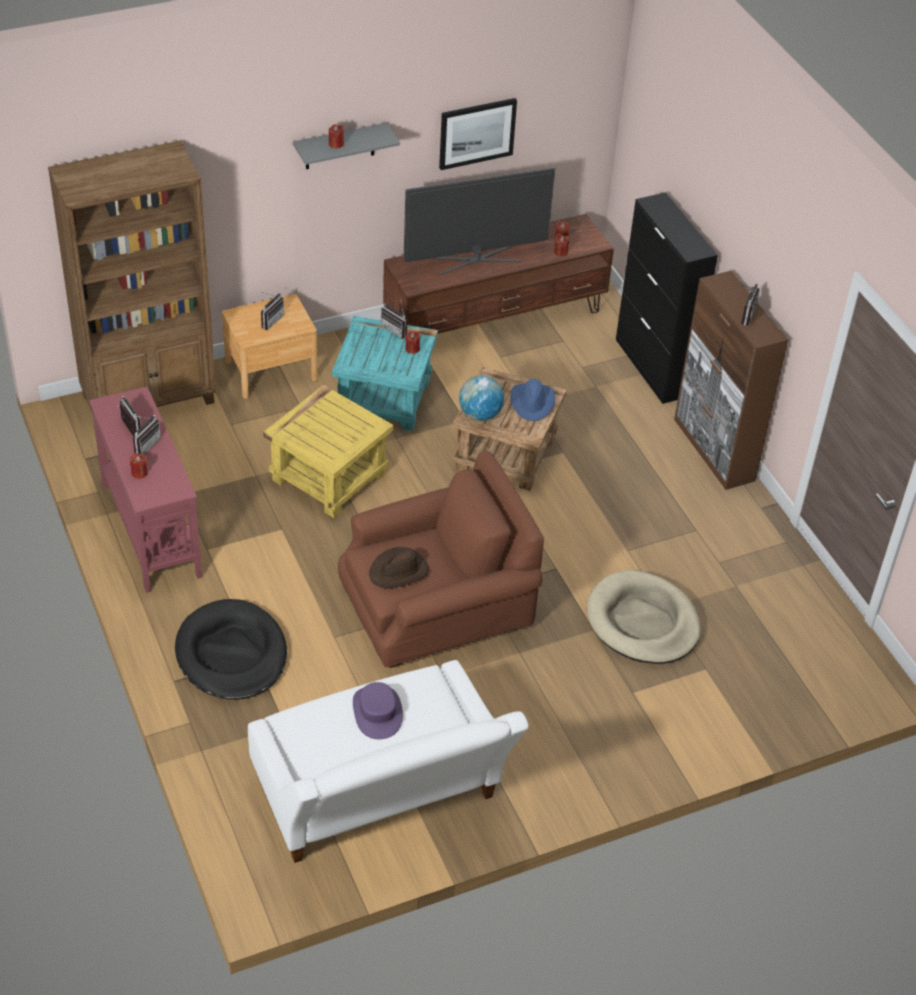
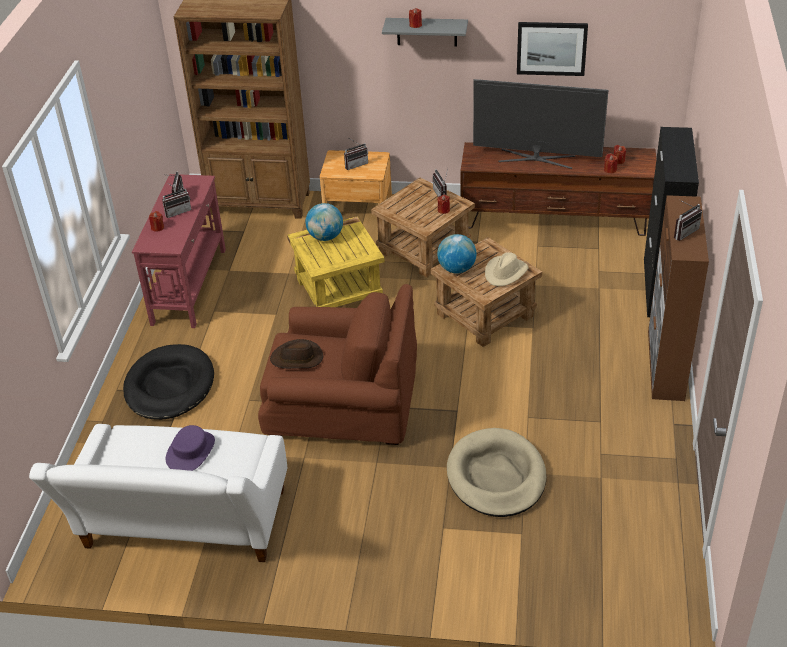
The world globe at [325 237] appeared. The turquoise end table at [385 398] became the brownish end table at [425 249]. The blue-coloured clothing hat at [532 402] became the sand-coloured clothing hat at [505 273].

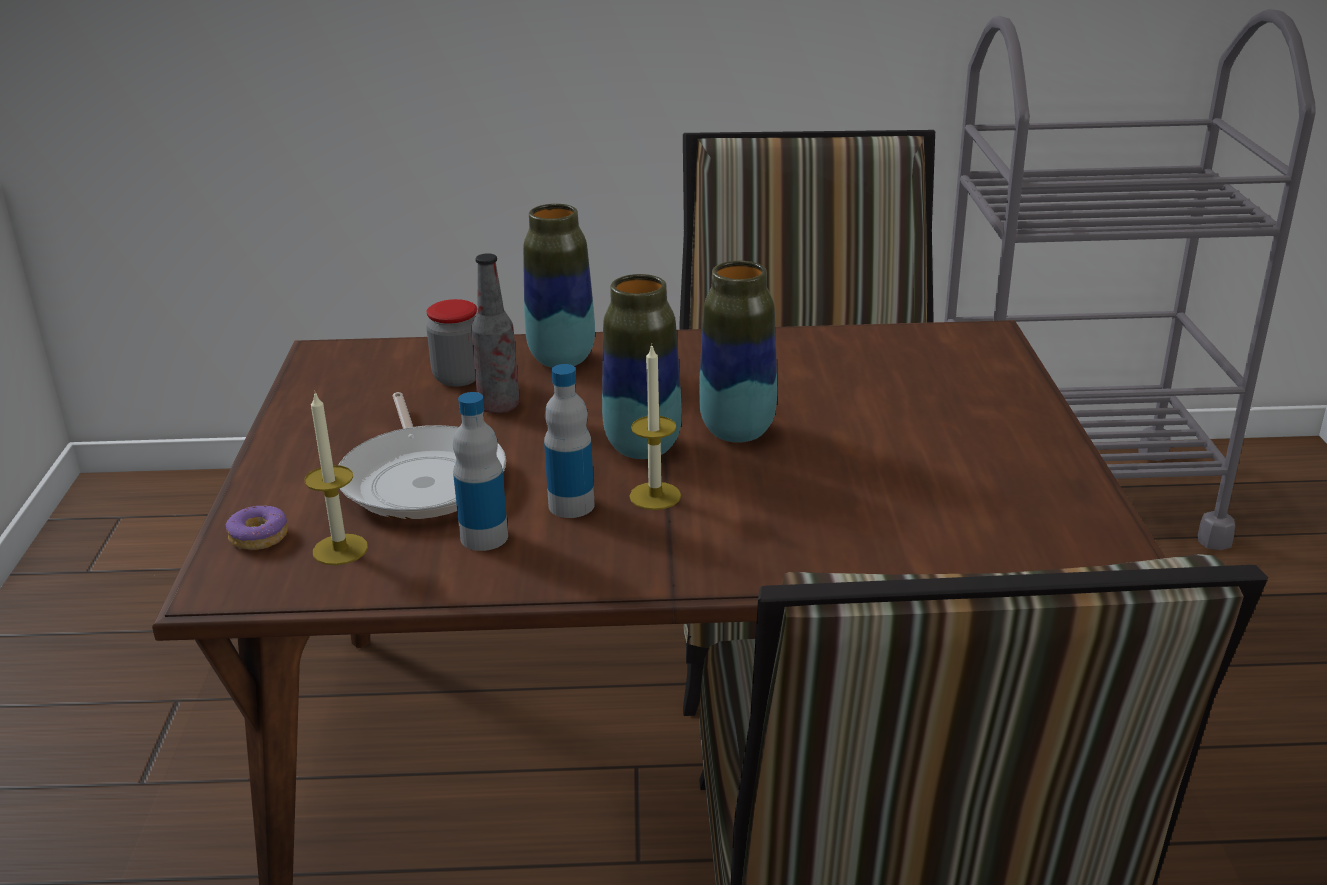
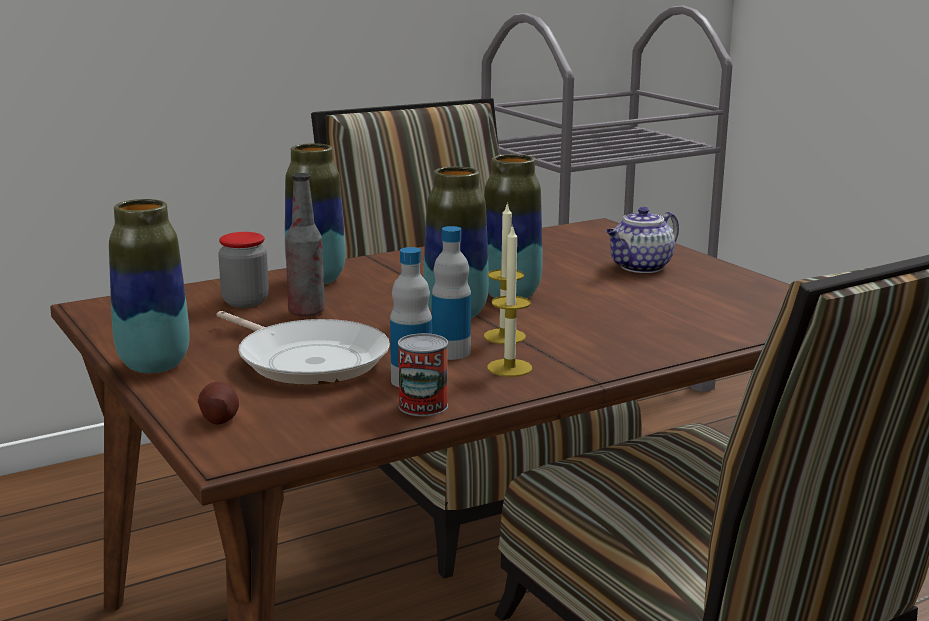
The vase at [154 365] appeared. The can at [423 406] appeared. The pot for tea at [640 267] appeared. The candle moved from [340 549] to [509 368]. The doughnut at [259 537] was replaced by the potato at [219 417].

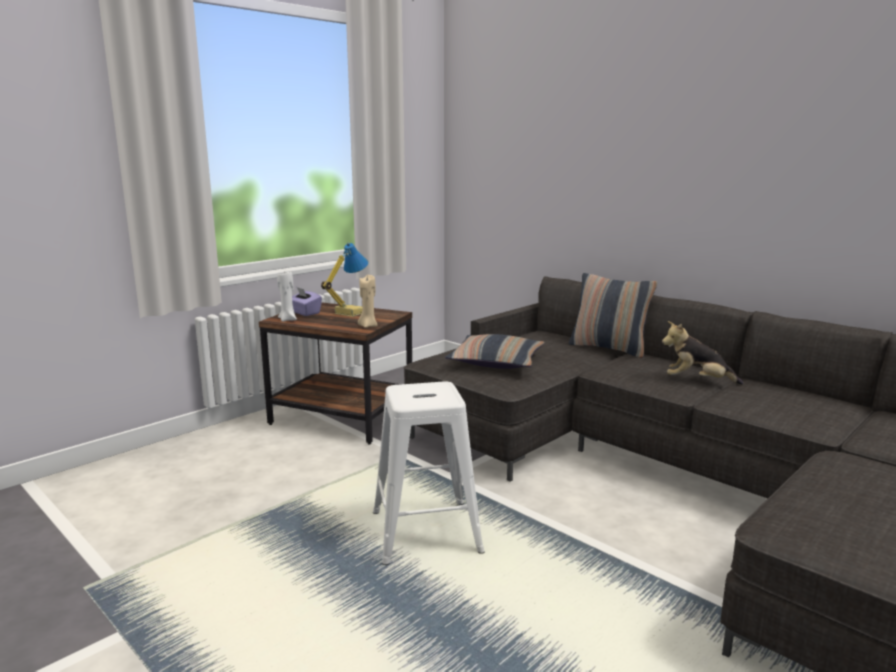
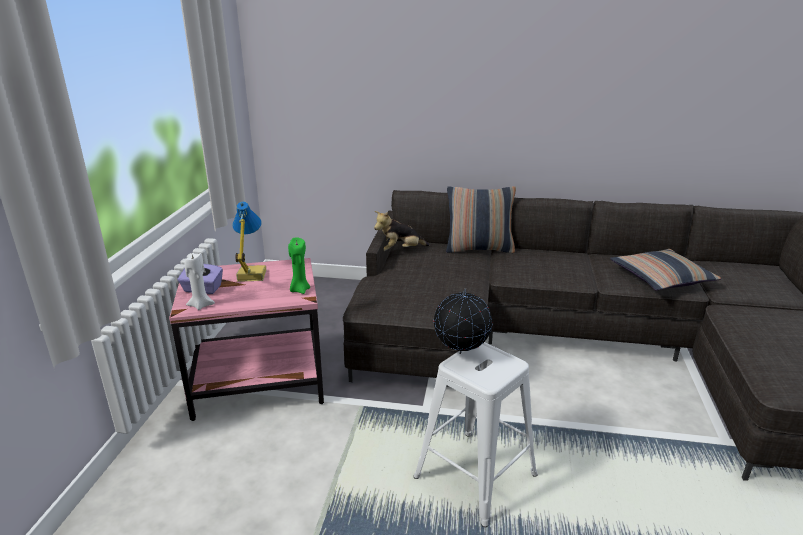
The world globe at [461 353] appeared. The cushion moved from [496 362] to [661 278]. The plush toy moved from [697 381] to [400 251]. The brownish end table at [343 417] became the pink end table at [259 382]. The sand-coloured candle at [368 326] became the green-coloured candle at [299 290].

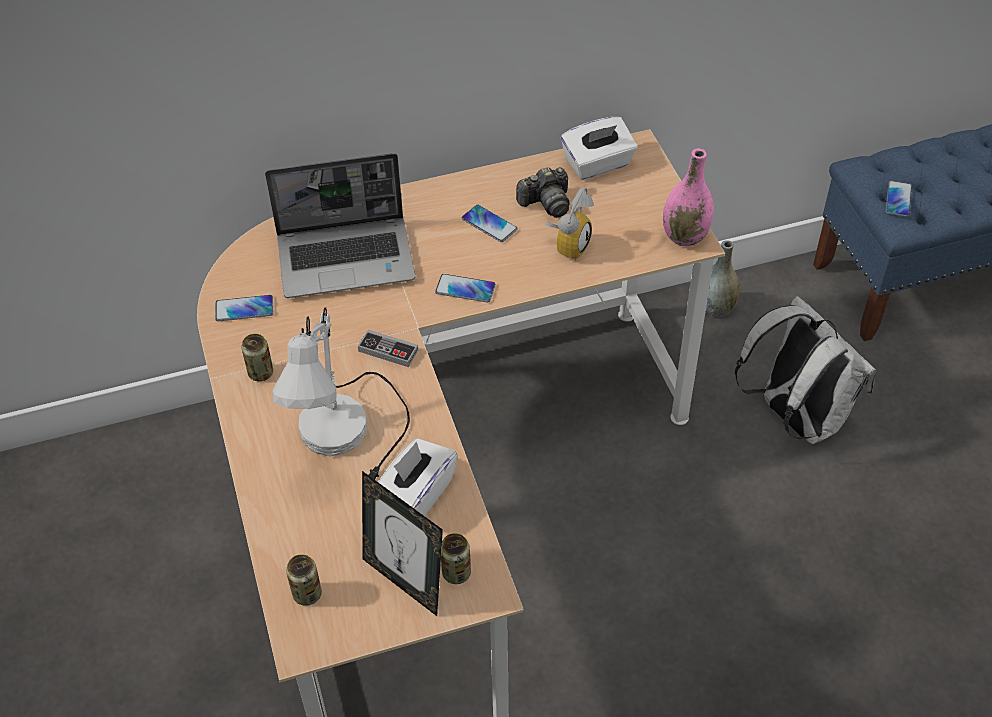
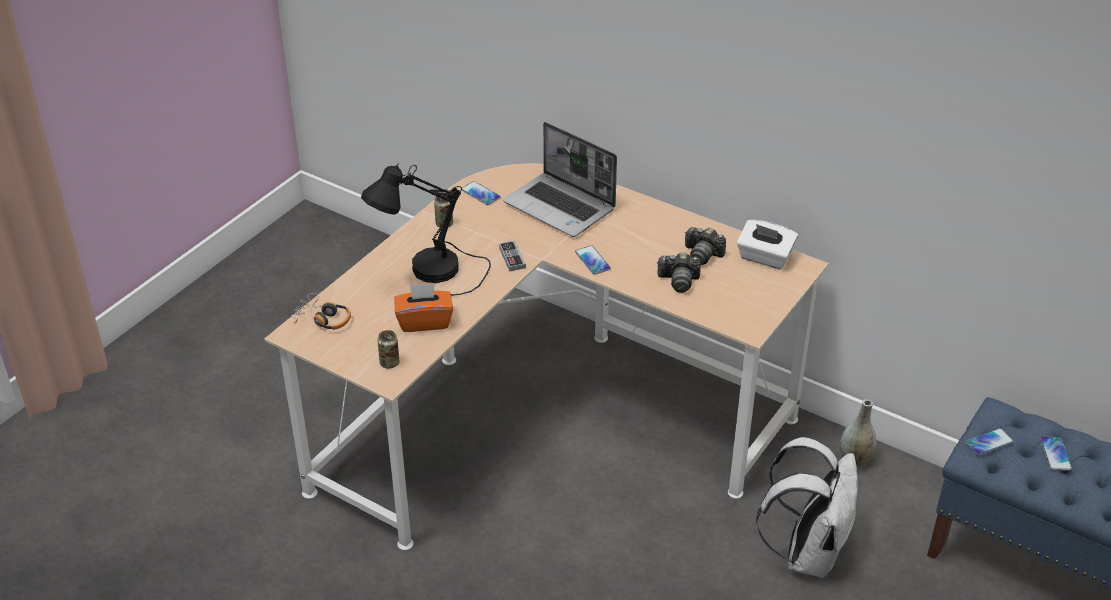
The picture frame at [405 581] disappeared. The pink vase at [685 237] disappeared. The telephone moved from [489 224] to [1055 454]. The can at [307 594] was replaced by the headset at [322 319]. The alarm clock at [568 245] was replaced by the still camera at [678 281]. The white-coloured lamp for a table at [351 441] became the blackish lamp for a table at [435 279]. The white-coloured tissue box at [416 495] became the orange tissue box at [424 321].

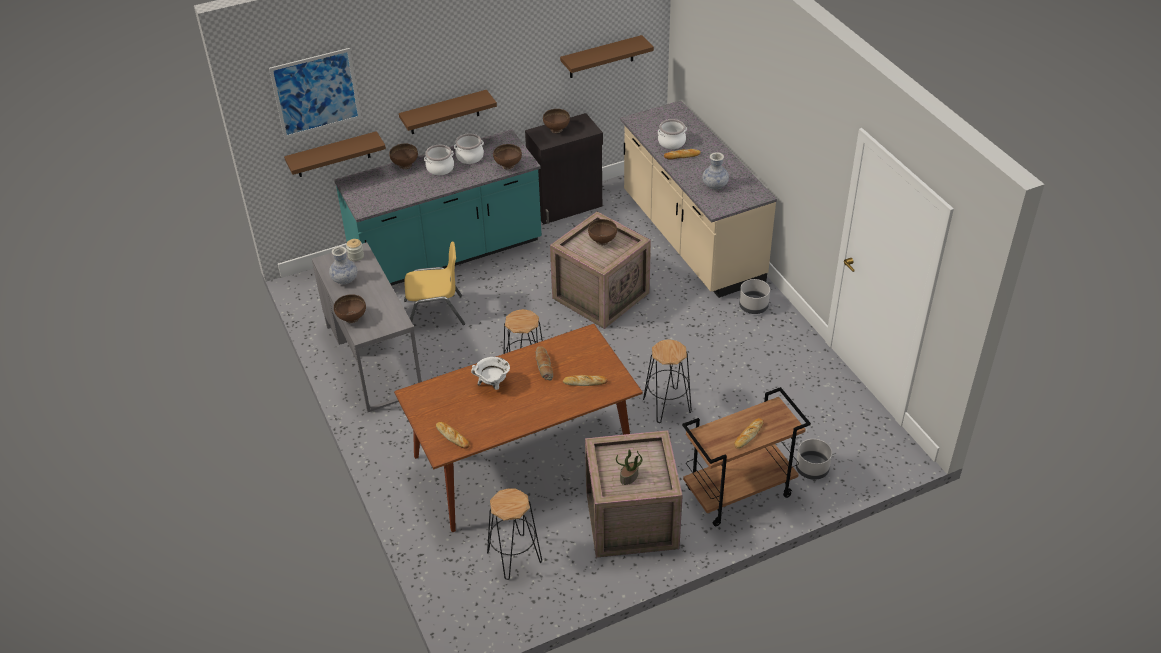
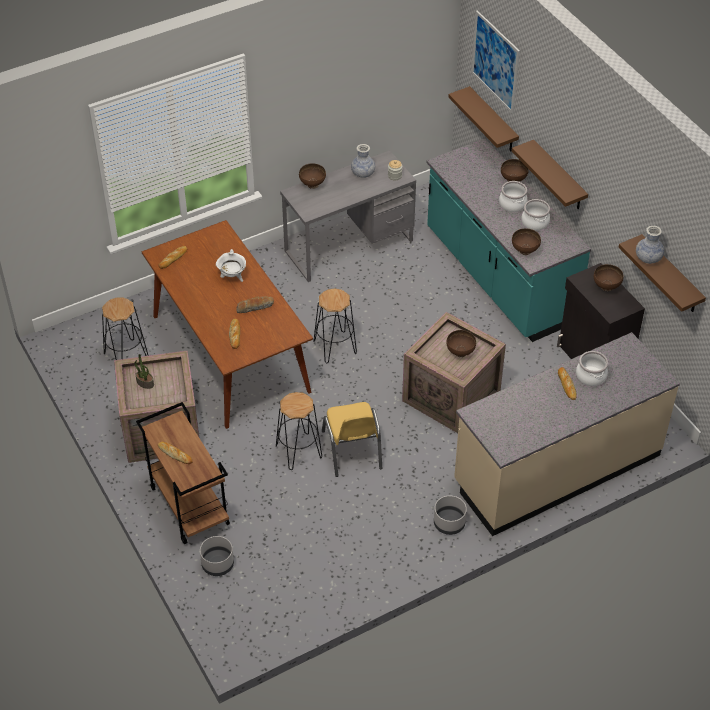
The yellow-coloured upright chair moved from [434 313] to [352 450]. The vase moved from [715 185] to [648 258].

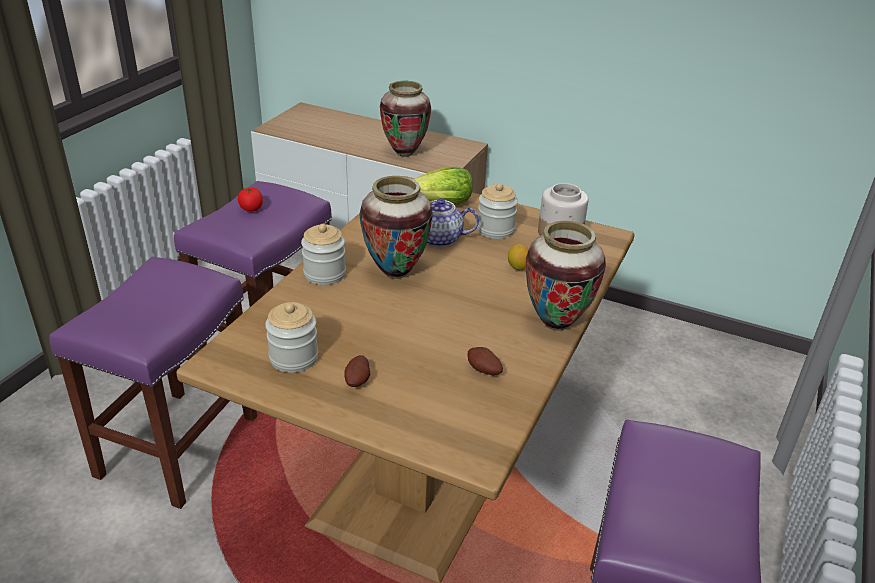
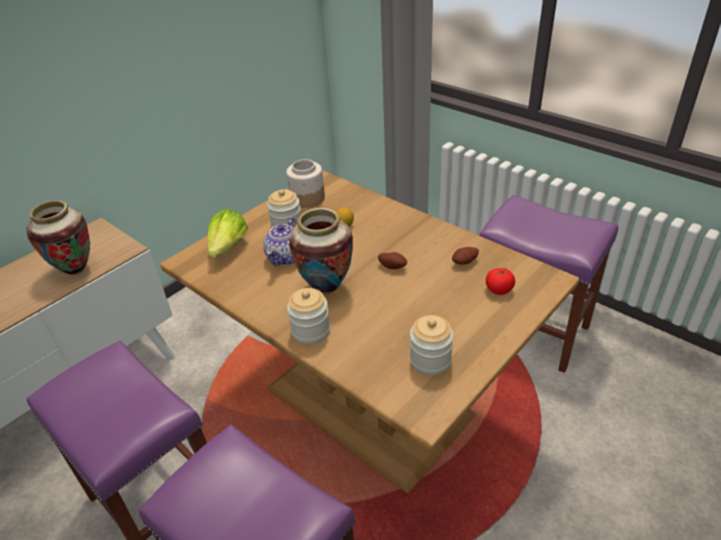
The vase at [556 323] disappeared. The tomato moved from [251 208] to [499 289]. The potato moved from [358 381] to [393 266].

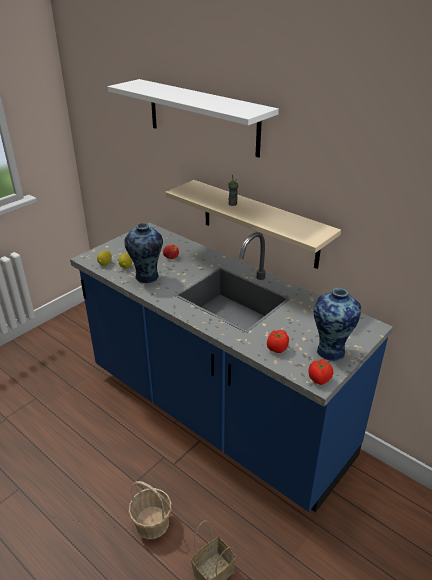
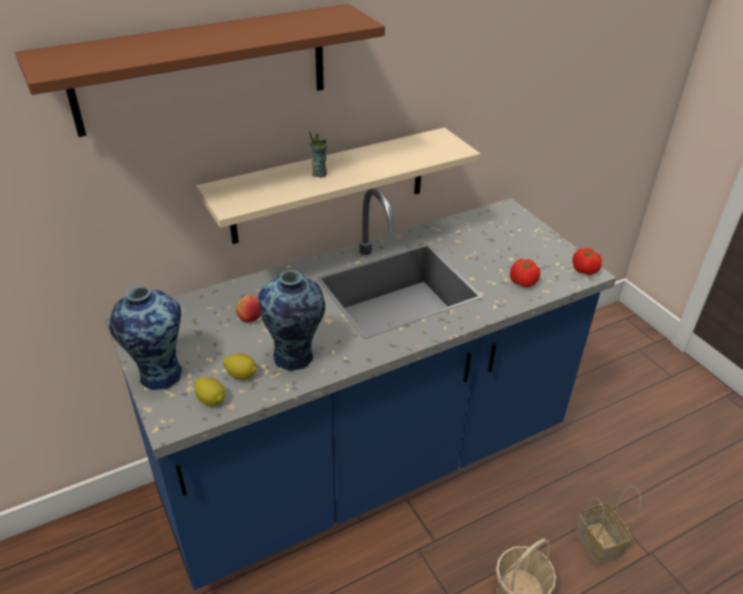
The vase moved from [330 350] to [159 374]. The white-coloured shelf at [202 117] became the brownish shelf at [203 69].

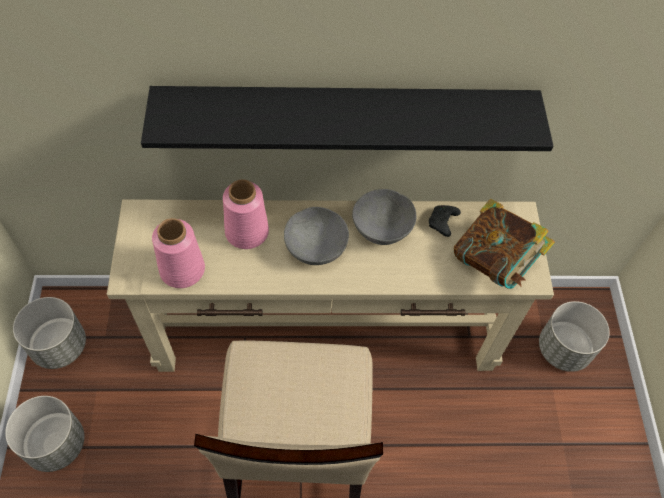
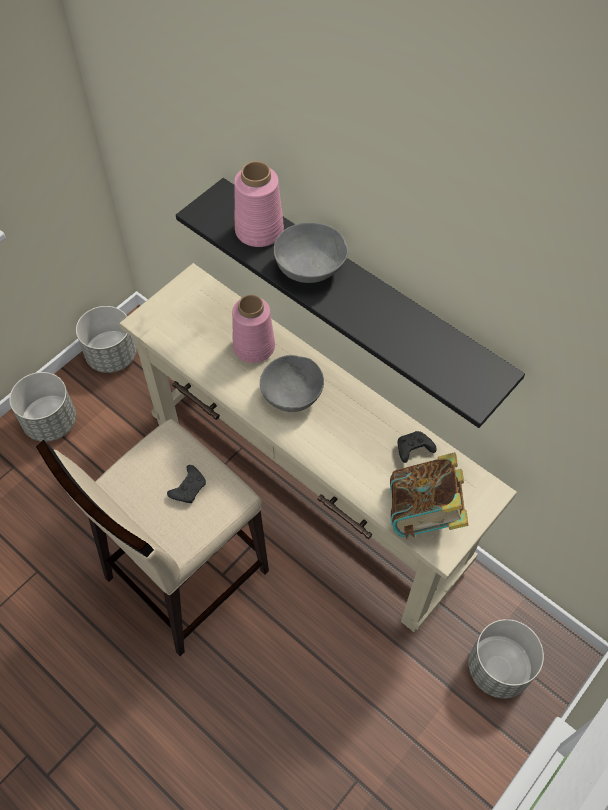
The blackish game controller at [189 488] appeared. The pink vase moved from [182 270] to [258 231]. The greyish serving bowl moved from [382 228] to [310 268].

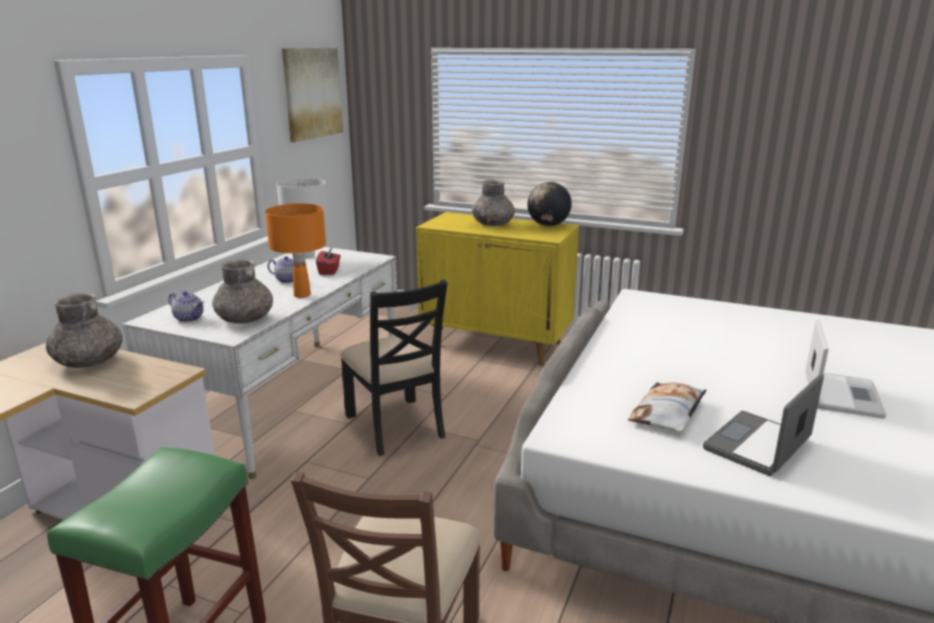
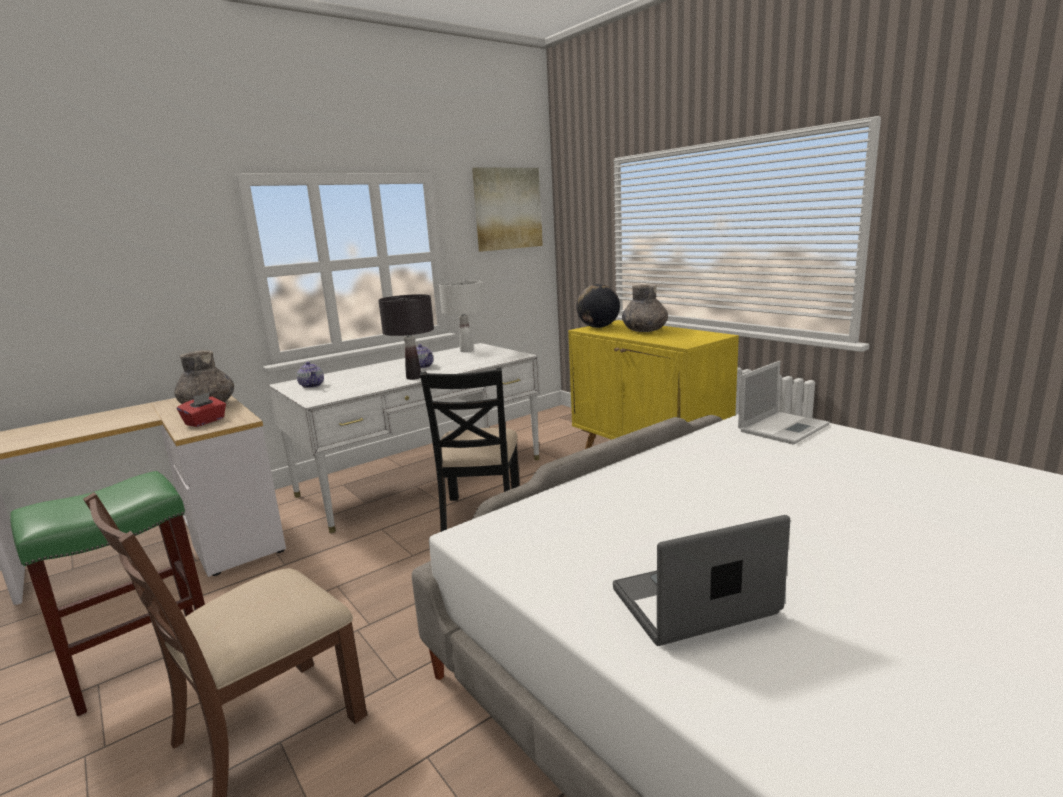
The greyish vase at [245 319] disappeared. The cushion at [668 413] disappeared. The red tissue box moved from [329 271] to [205 421]. The world globe moved from [548 225] to [598 327]. The portable computer moved from [841 394] to [784 427]. The orange lamp for a table at [302 295] became the blackish lamp for a table at [414 378].

